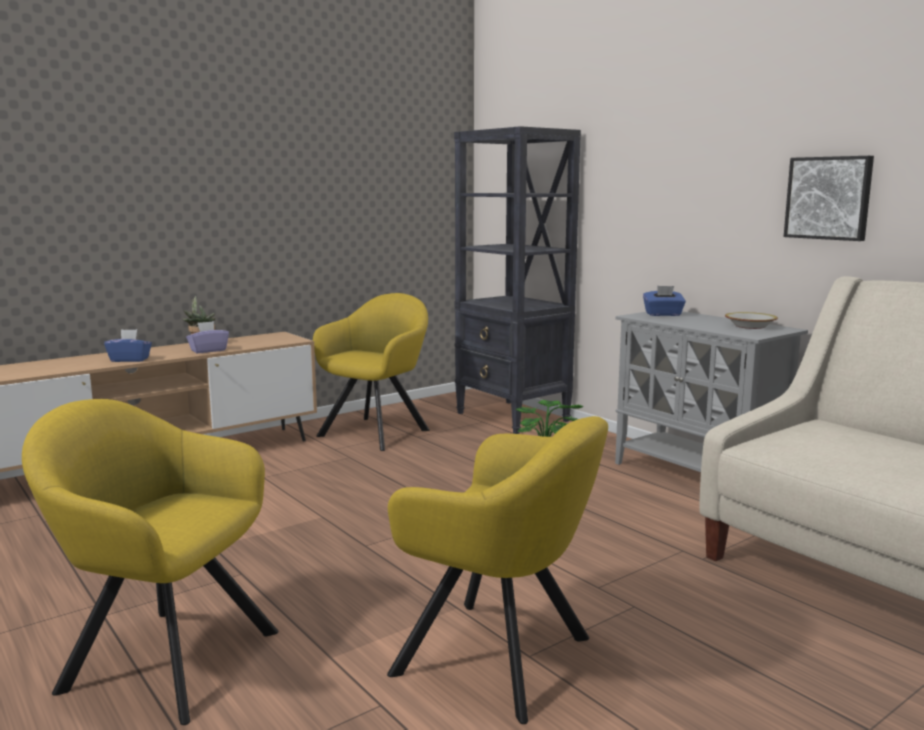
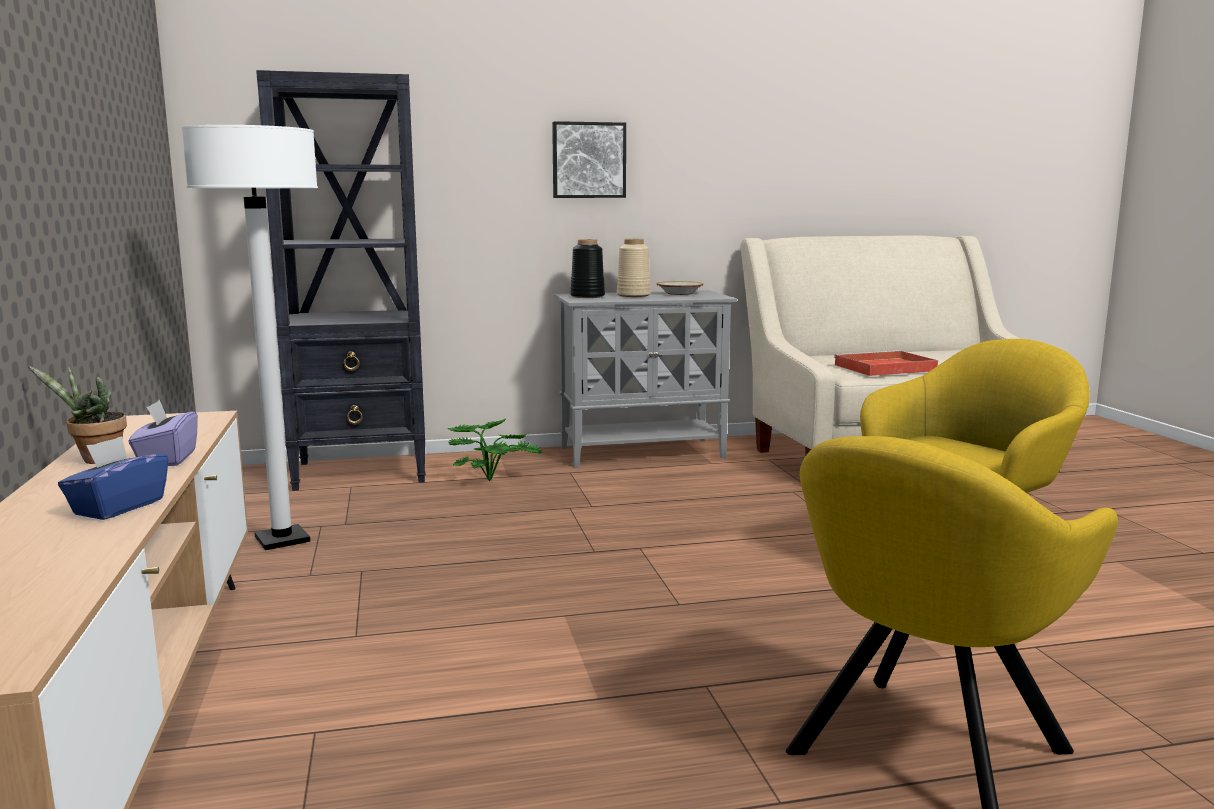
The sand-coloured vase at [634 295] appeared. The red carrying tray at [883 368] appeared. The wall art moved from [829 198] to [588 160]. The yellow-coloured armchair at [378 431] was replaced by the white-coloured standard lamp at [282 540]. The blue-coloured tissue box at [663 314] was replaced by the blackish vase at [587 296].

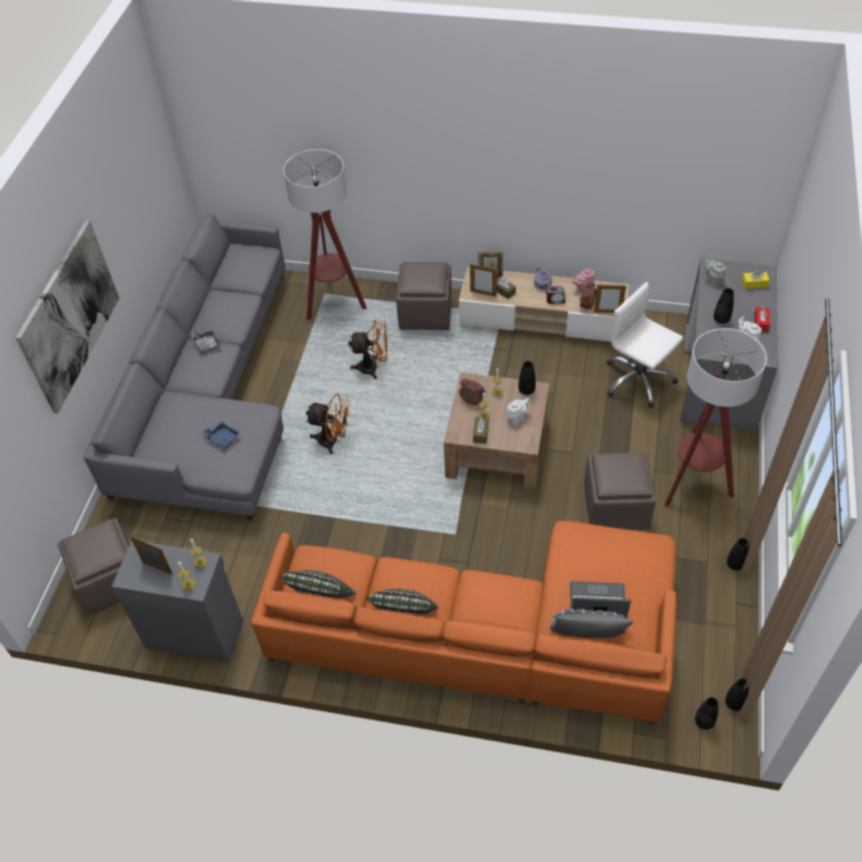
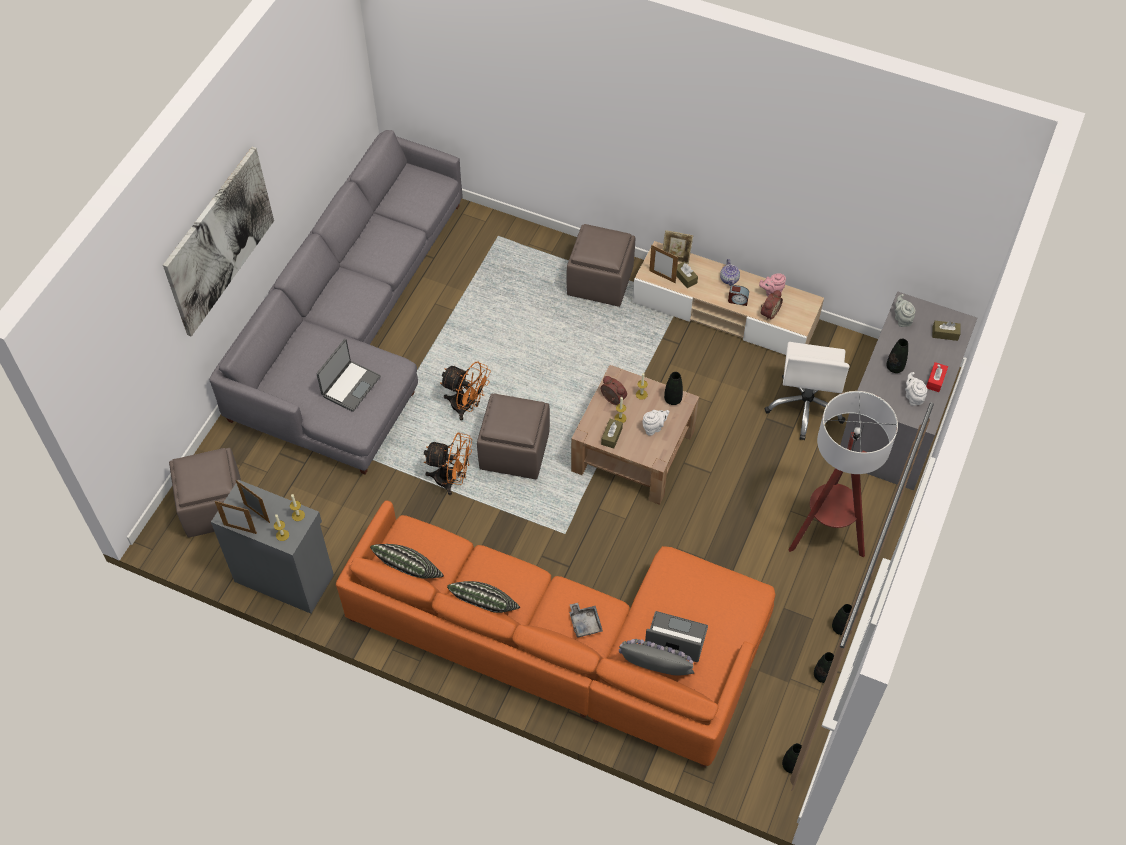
The standard lamp at [334 302] disappeared. The greyish carrying tray moved from [206 344] to [585 623]. The orange electric fan moved from [373 368] to [451 479]. The brownish footrest moved from [615 508] to [514 451]. The picture frame moved from [608 312] to [240 529]. The blackish vase moved from [704 721] to [822 675]. The blue-coloured carrying tray at [222 438] was replaced by the portable computer at [350 386]. The yellow-coloured tissue box at [754 284] became the brownish tissue box at [945 334]. The white-coloured computer chair at [638 380] turned 135 degrees counterclockwise.

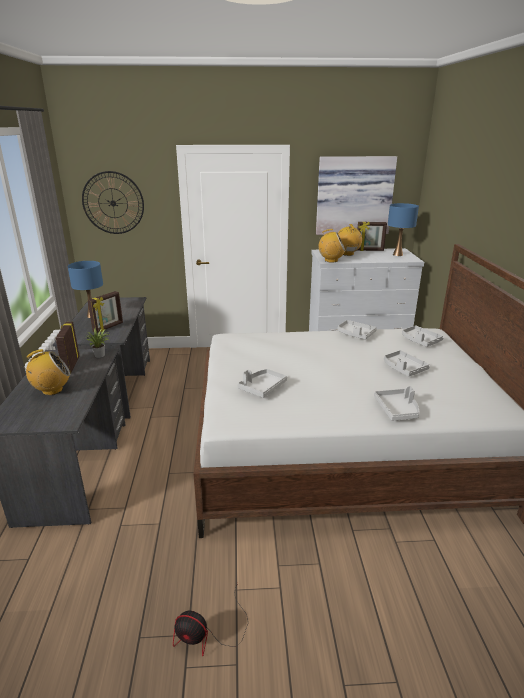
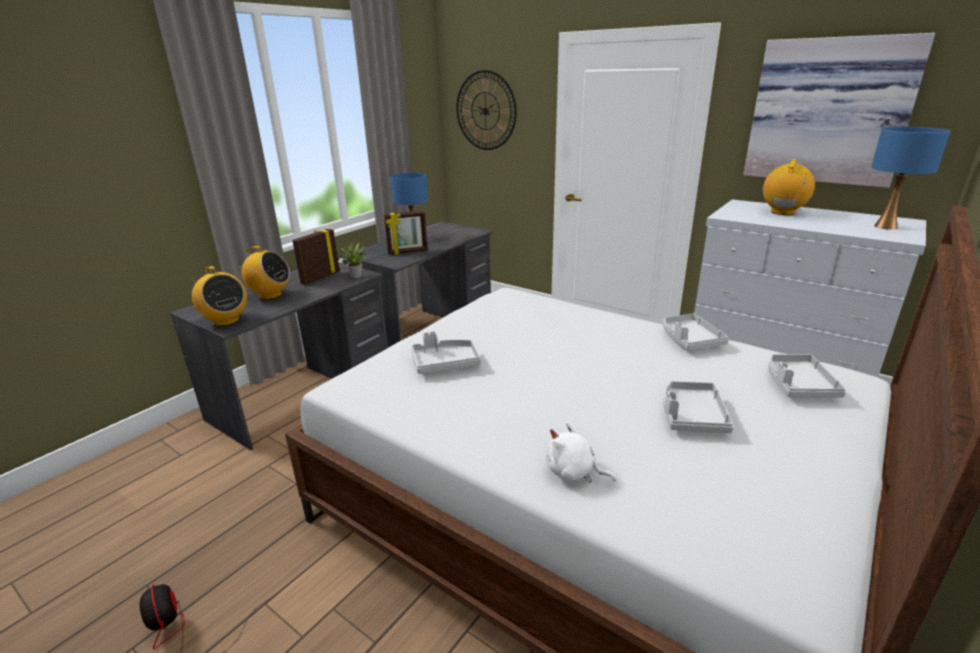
The picture frame at [369 250] disappeared. The radio set moved from [331 260] to [226 321]. The greyish carrying tray at [397 410] was replaced by the white-coloured plush toy at [573 472].

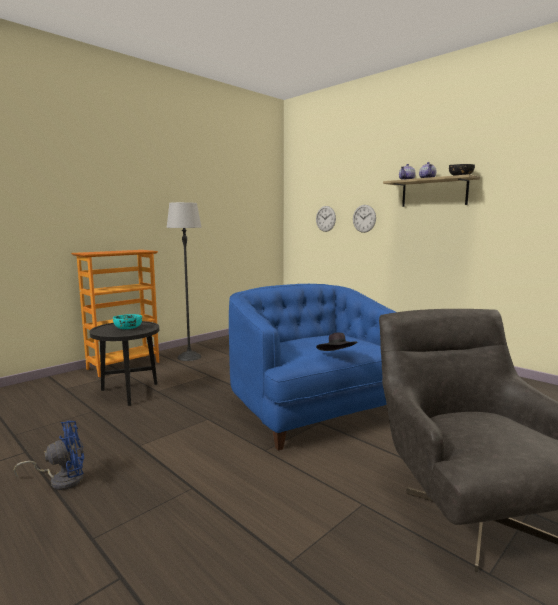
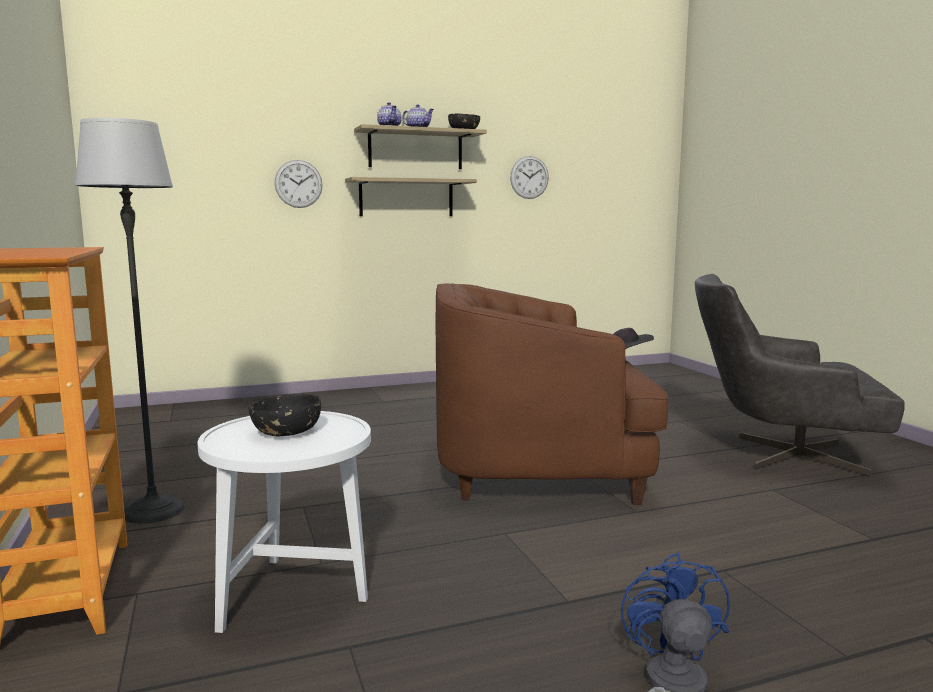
The shelf at [406 198] appeared. The hanging clock moved from [325 218] to [529 177]. The blackish end table at [129 393] became the white-coloured end table at [294 595]. The turquoise serving bowl at [128 328] became the blackish serving bowl at [286 432]. The blue-coloured armchair at [314 410] became the brownish armchair at [536 465].

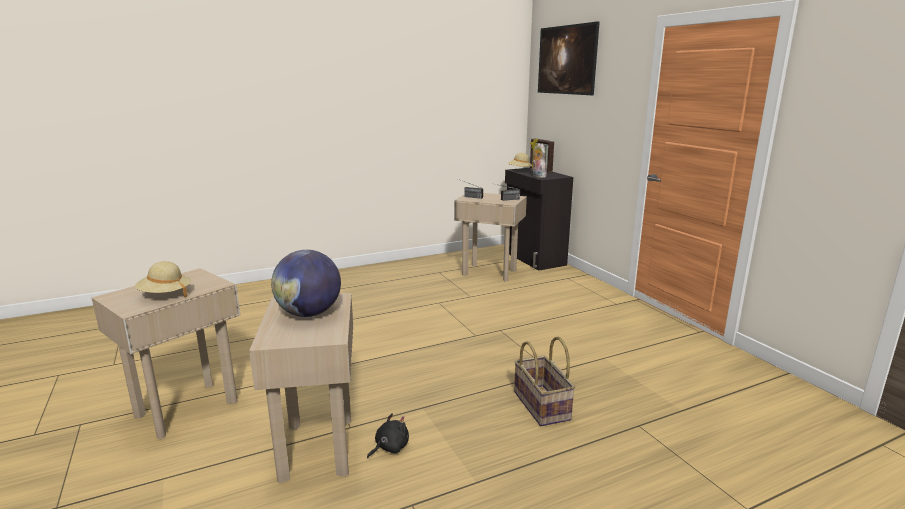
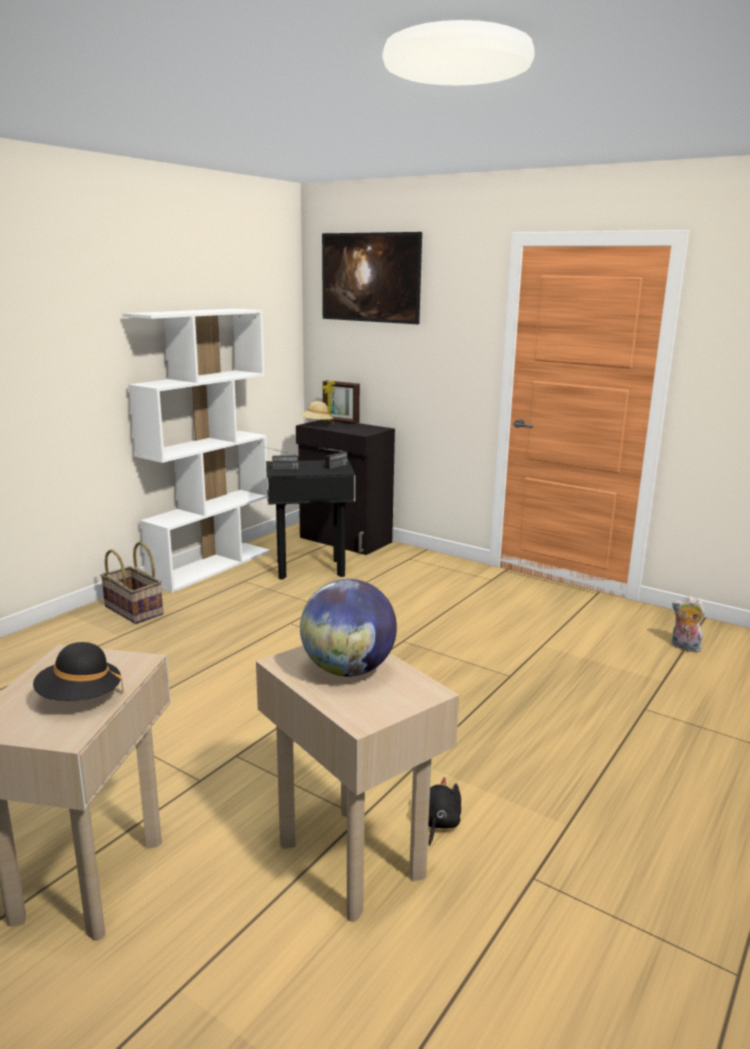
The white-coloured shelving unit at [211 566] appeared. The household basket moved from [542 405] to [135 610]. The plush toy moved from [537 176] to [684 647]. The sand-coloured clothing hat at [165 294] became the blackish clothing hat at [80 698]. The sand-coloured end table at [489 273] became the blackish end table at [310 569].

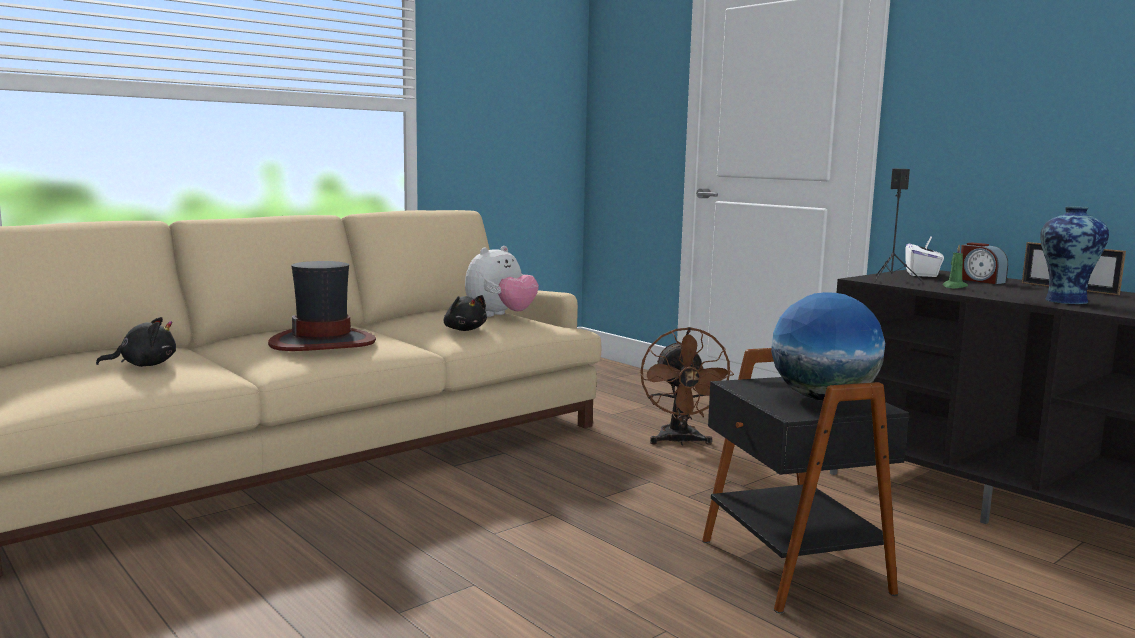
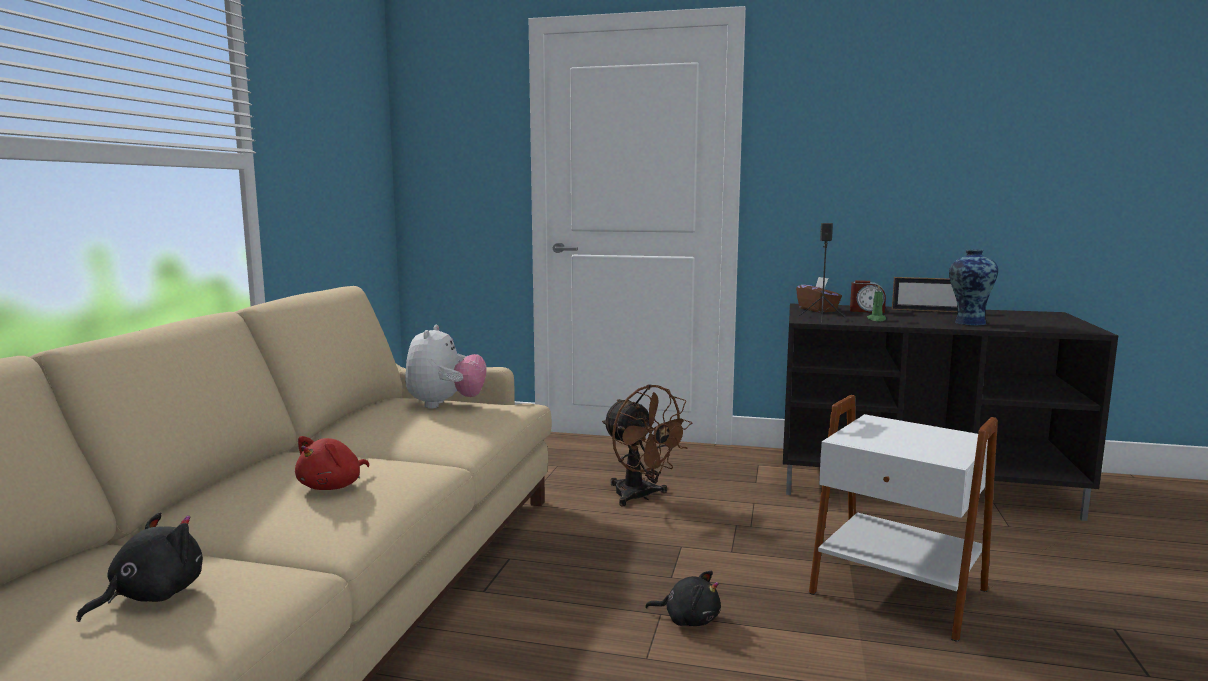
The world globe at [823 399] disappeared. The blackish plush toy moved from [464 330] to [688 619]. The clothing hat at [323 342] was replaced by the red plush toy at [333 486]. The blackish end table at [790 567] became the white-coloured end table at [897 593]. The white-coloured tissue box at [922 274] became the brownish tissue box at [818 310].

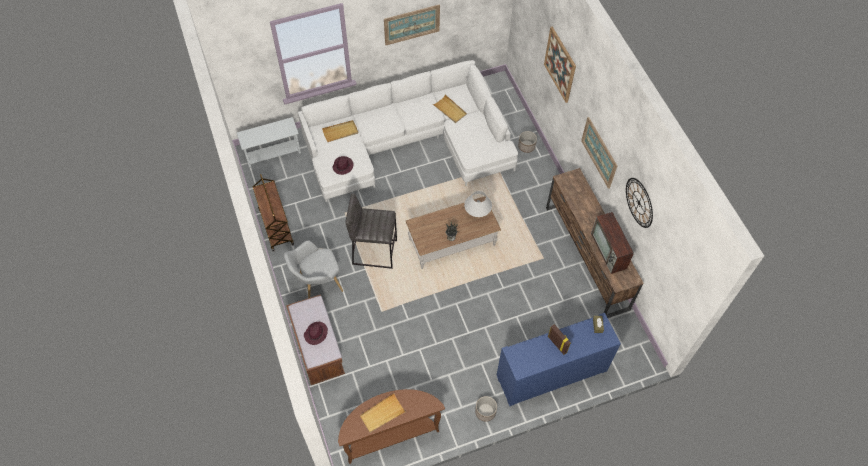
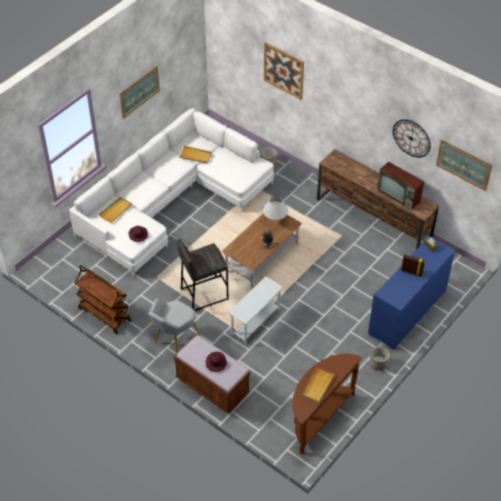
The white-coloured end table moved from [273 154] to [255 322]. The wall art moved from [599 152] to [464 164].

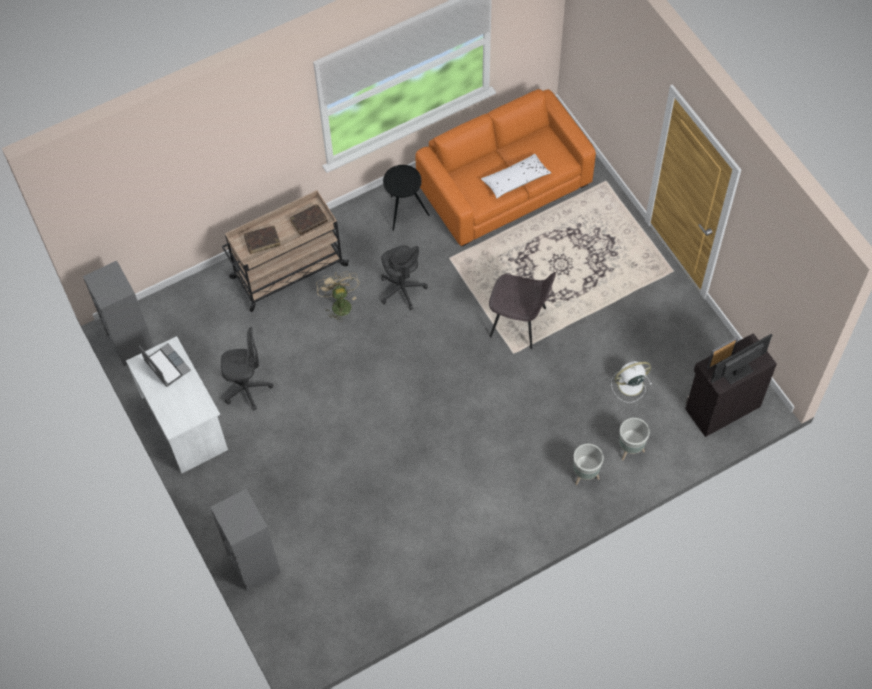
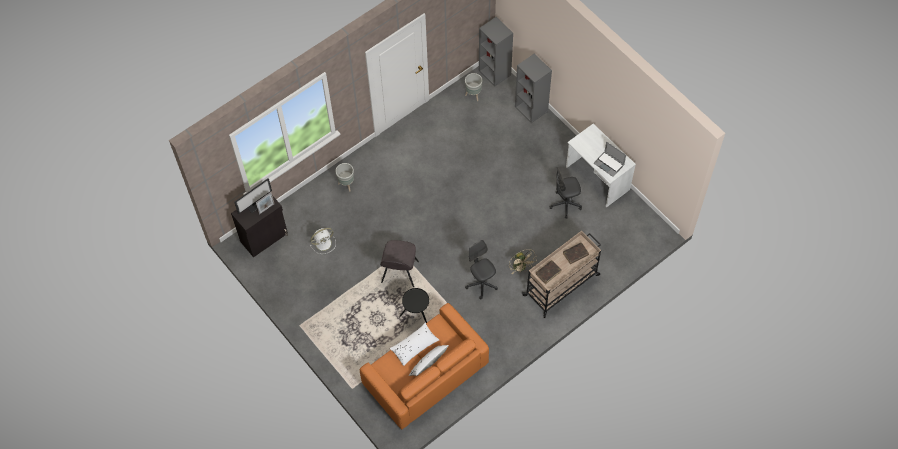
The white-coloured cushion at [428 364] appeared. The greyish shelving unit moved from [130 342] to [495 73]. The blackish end table moved from [404 212] to [416 317]. The greyish flower pot moved from [630 450] to [473 95]. The greyish upright chair at [519 323] turned 90 degrees counterclockwise.

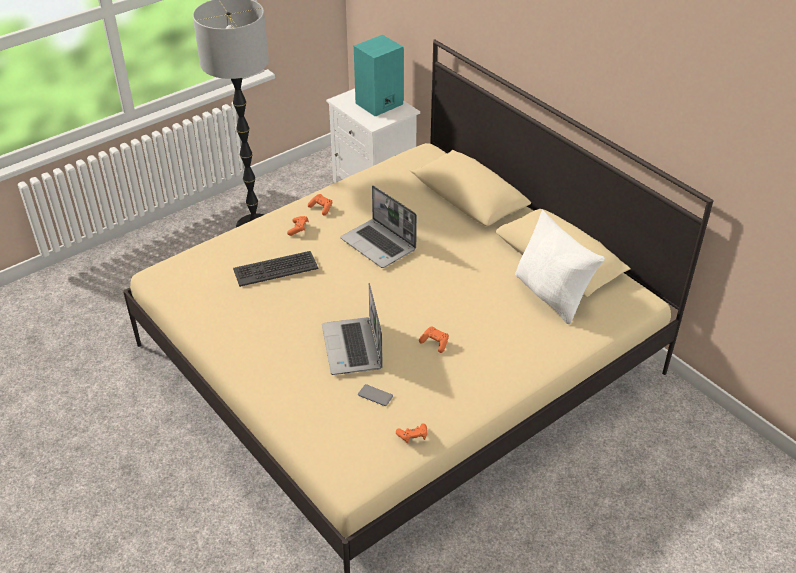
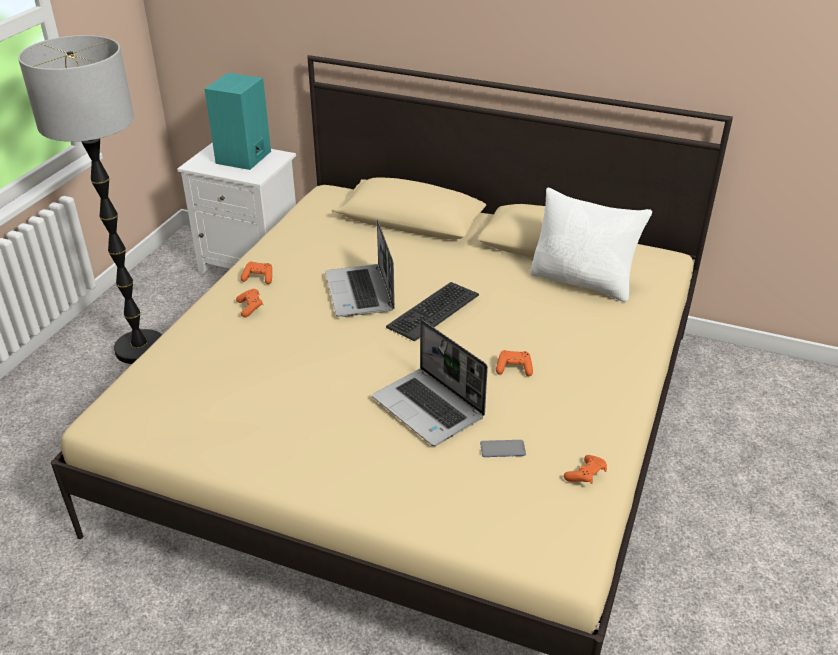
The computer keyboard moved from [275 269] to [432 311]. The portable computer at [379 245] turned 60 degrees clockwise.

